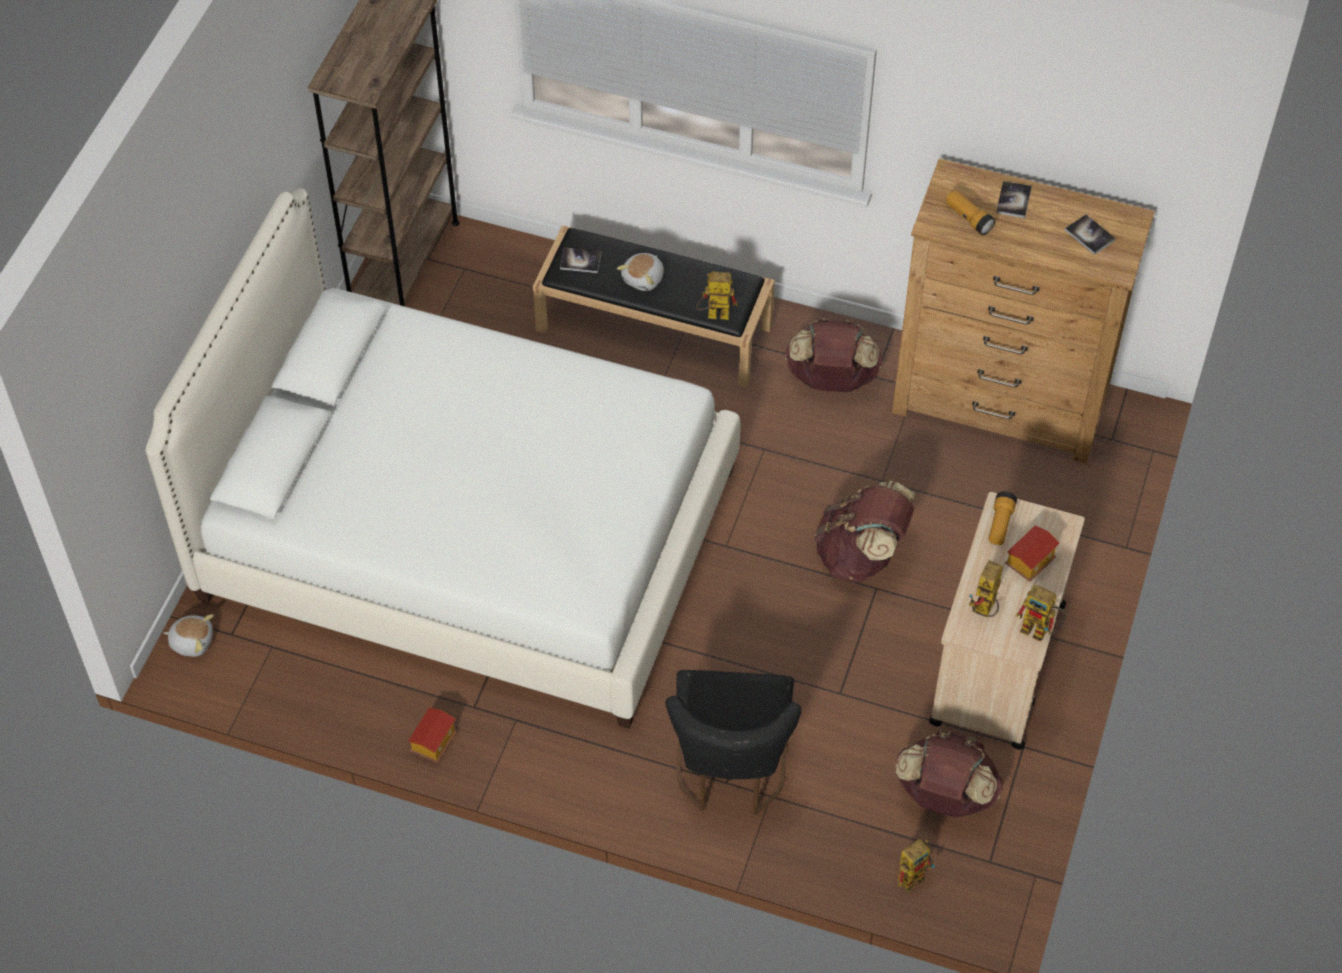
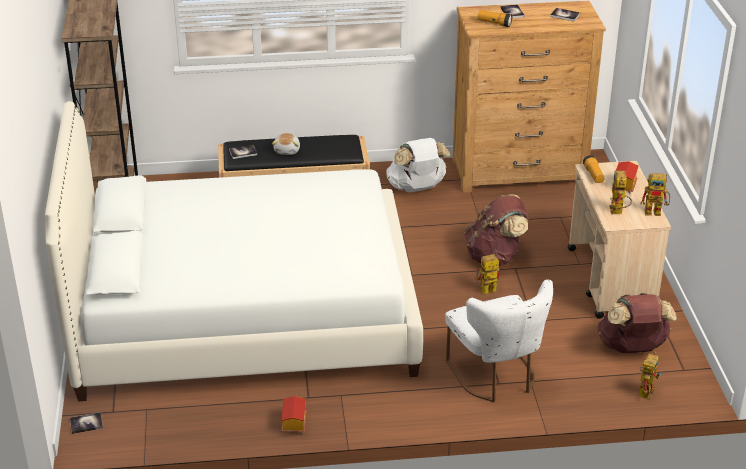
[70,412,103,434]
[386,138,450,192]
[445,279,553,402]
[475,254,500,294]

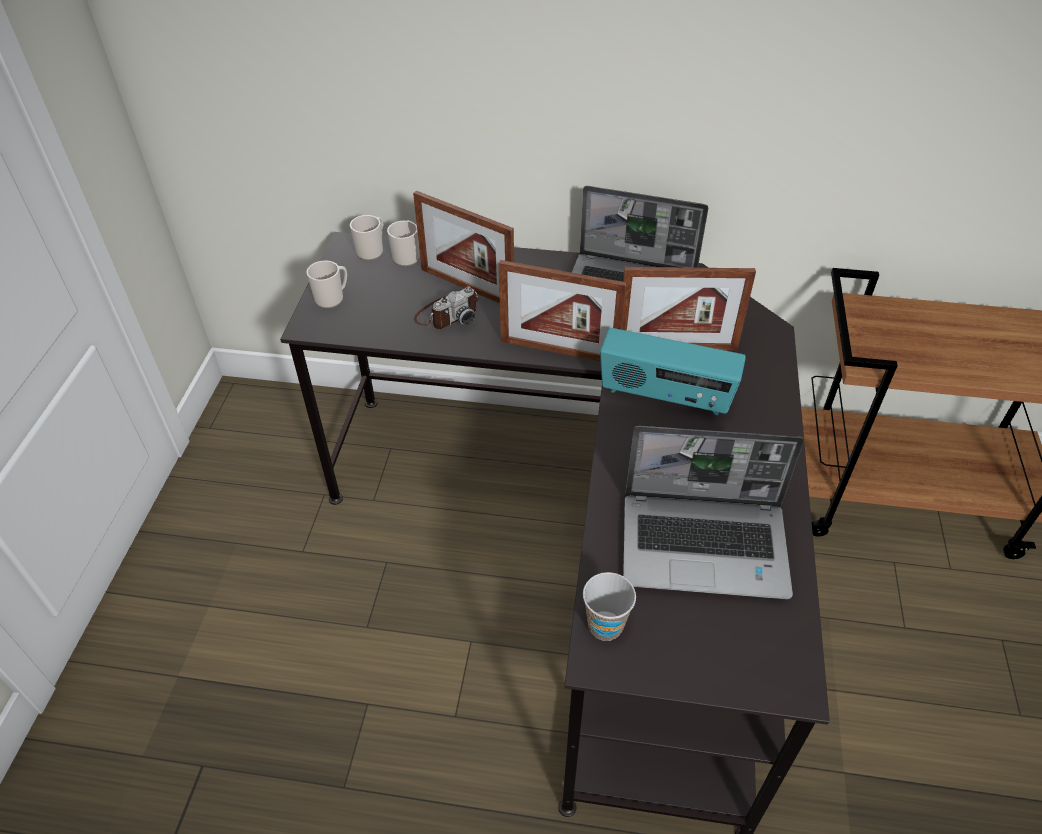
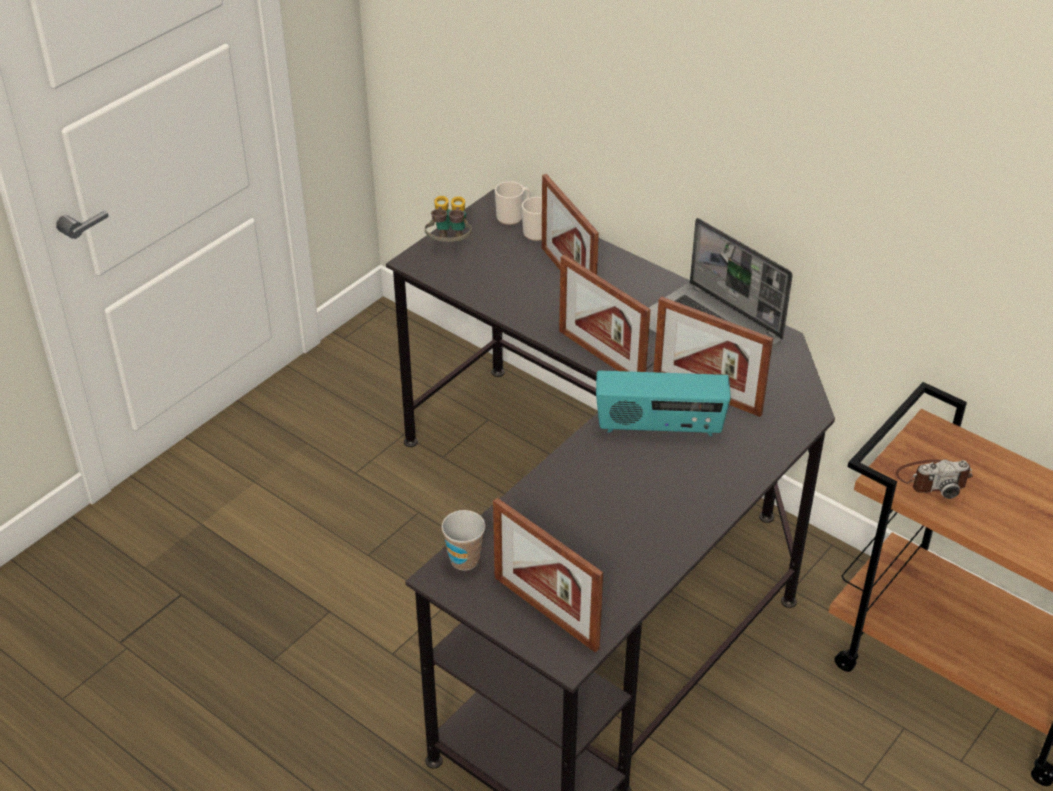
[425,196,472,242]
[493,498,603,653]
[596,371,731,436]
[896,459,973,499]
[623,426,804,599] (first image)

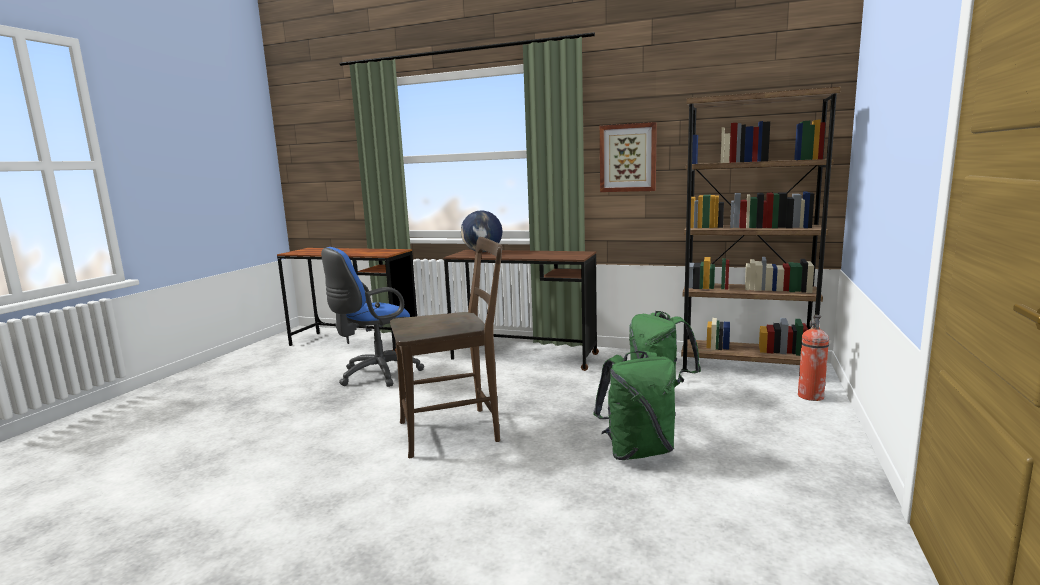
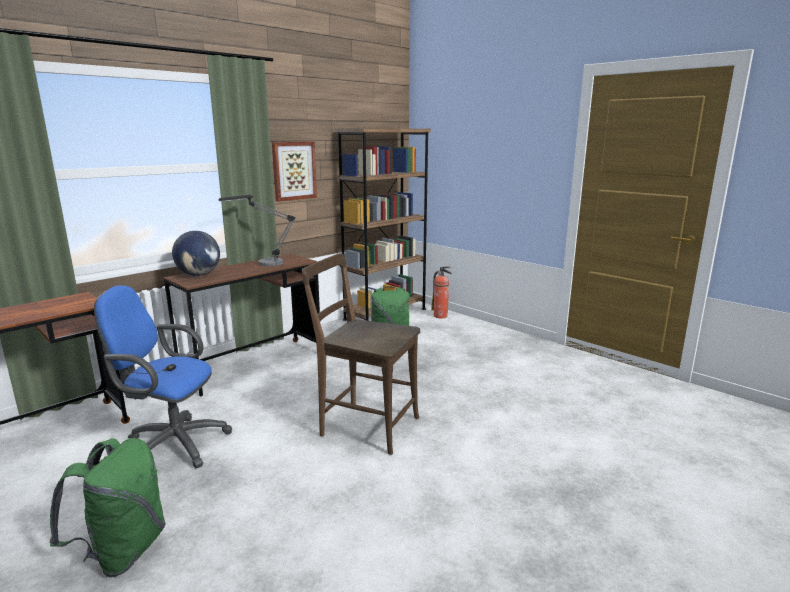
[49,438,166,577]
[94,285,232,468]
[219,195,296,266]
[302,253,420,455]

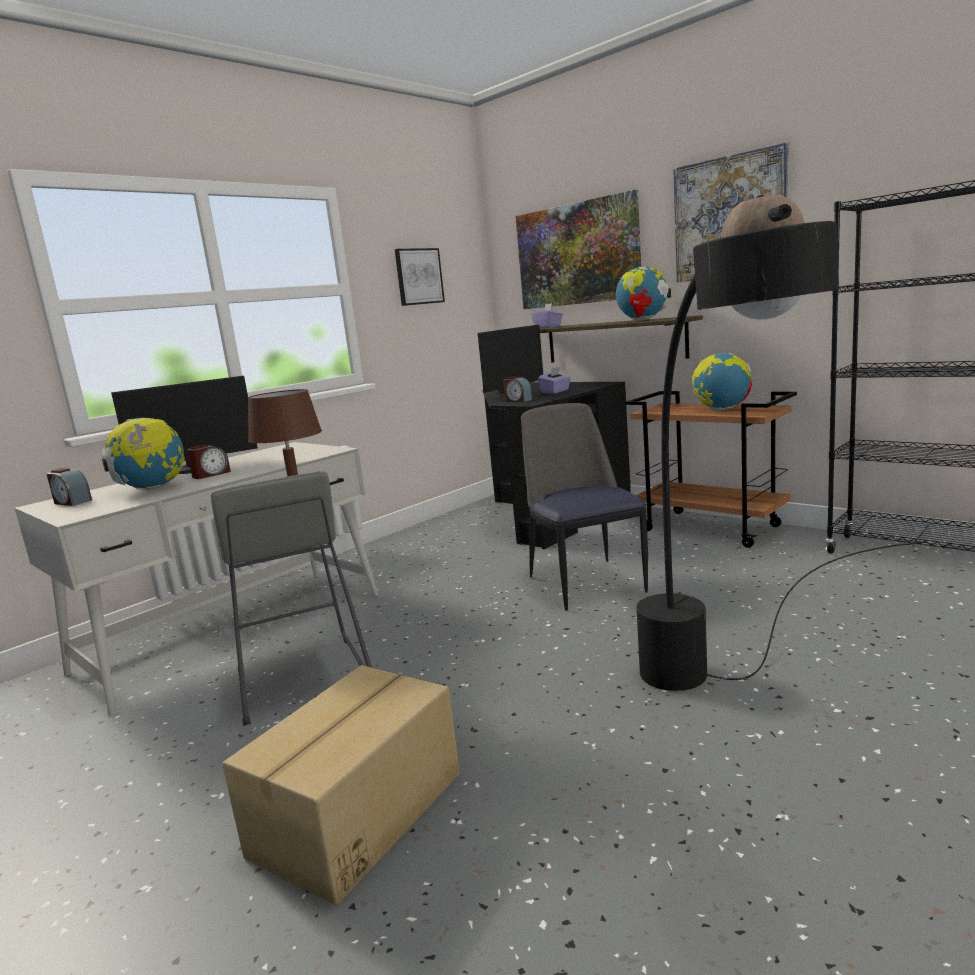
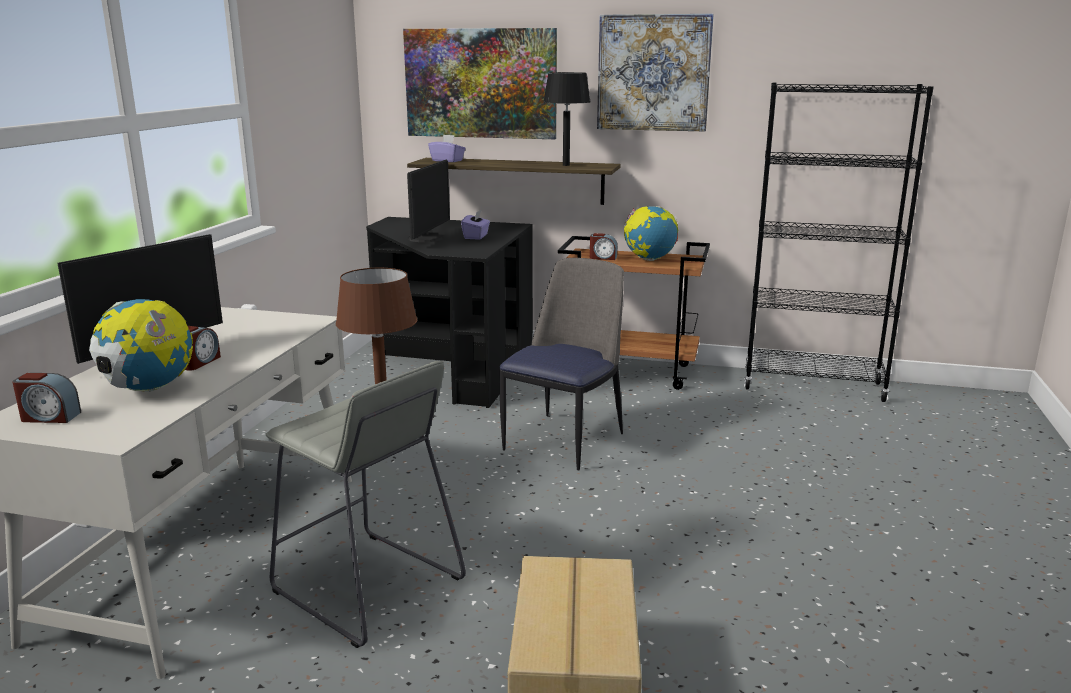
[499,258,624,470]
[543,72,591,166]
[590,233,617,260]
[395,248,445,306] (first image)
[636,195,928,691] (first image)

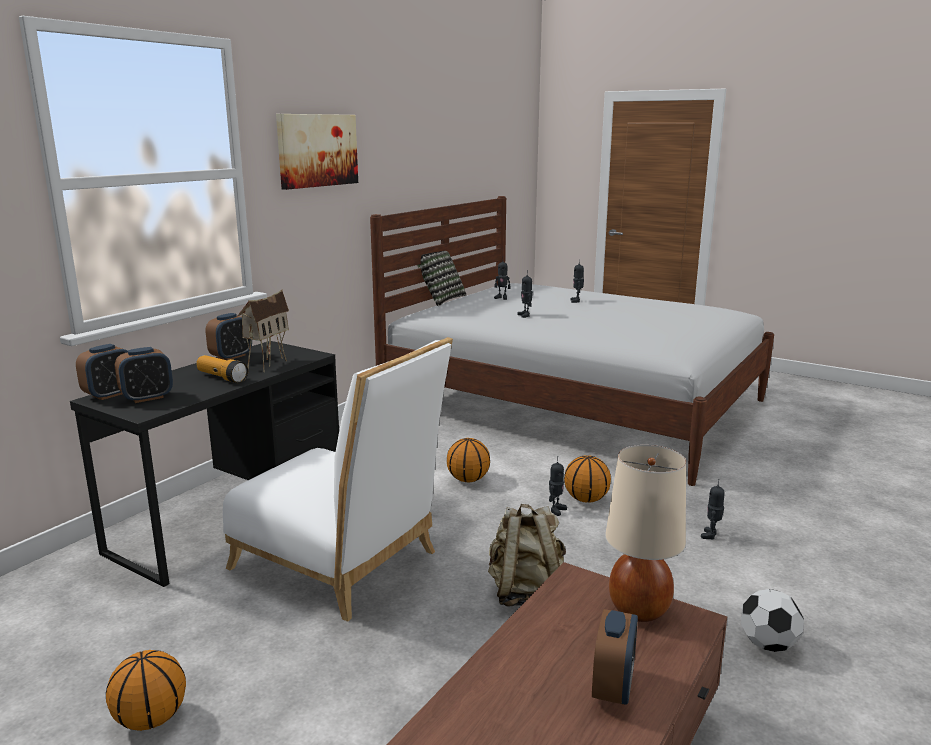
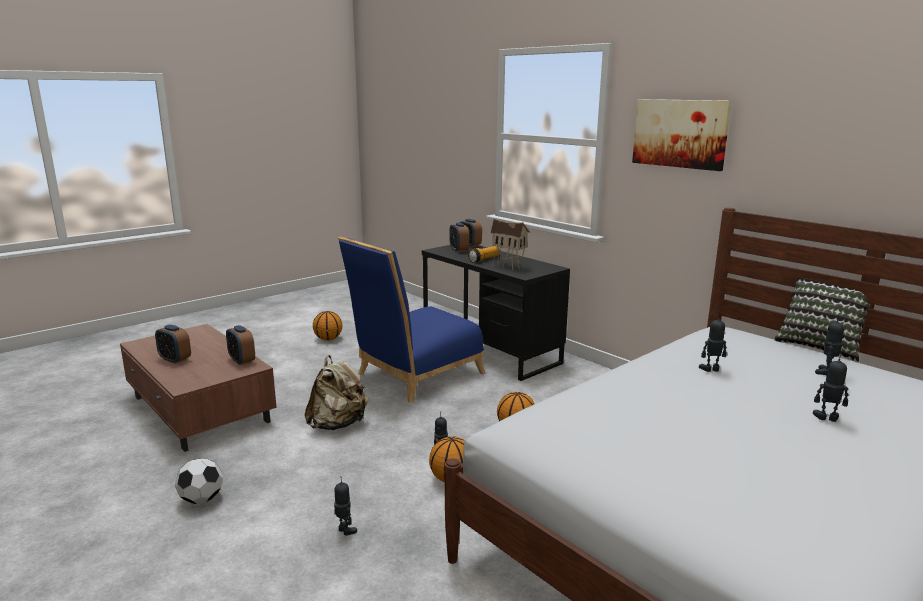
[226,325,255,365]
[338,236,485,403]
[605,445,686,622] (first image)

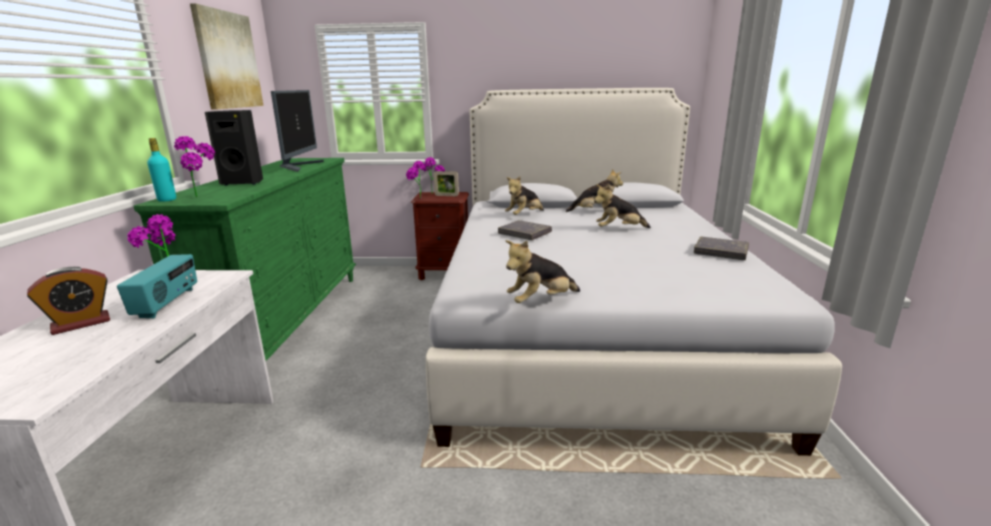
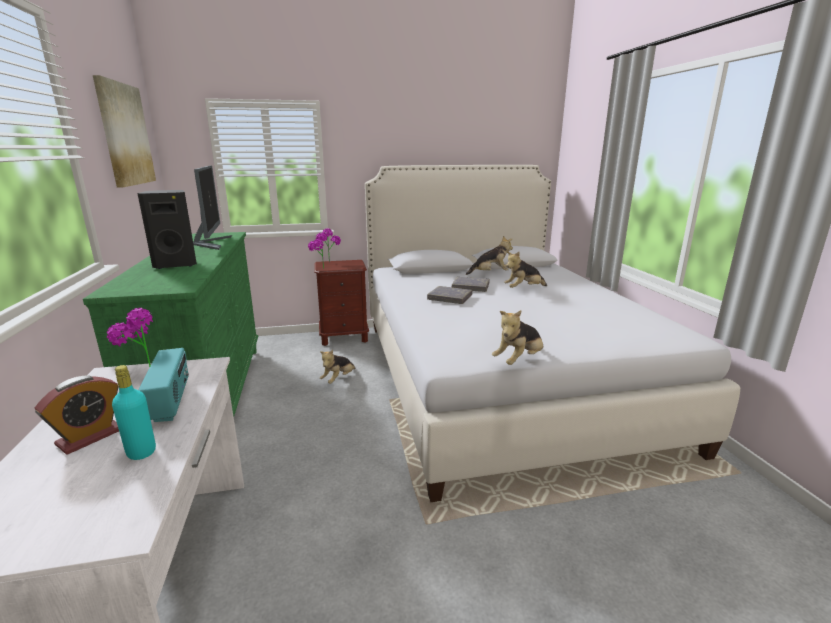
[112,365,156,460]
[320,350,356,384]
[452,277,490,292]
[174,136,215,197] (first image)
[434,171,459,196] (first image)

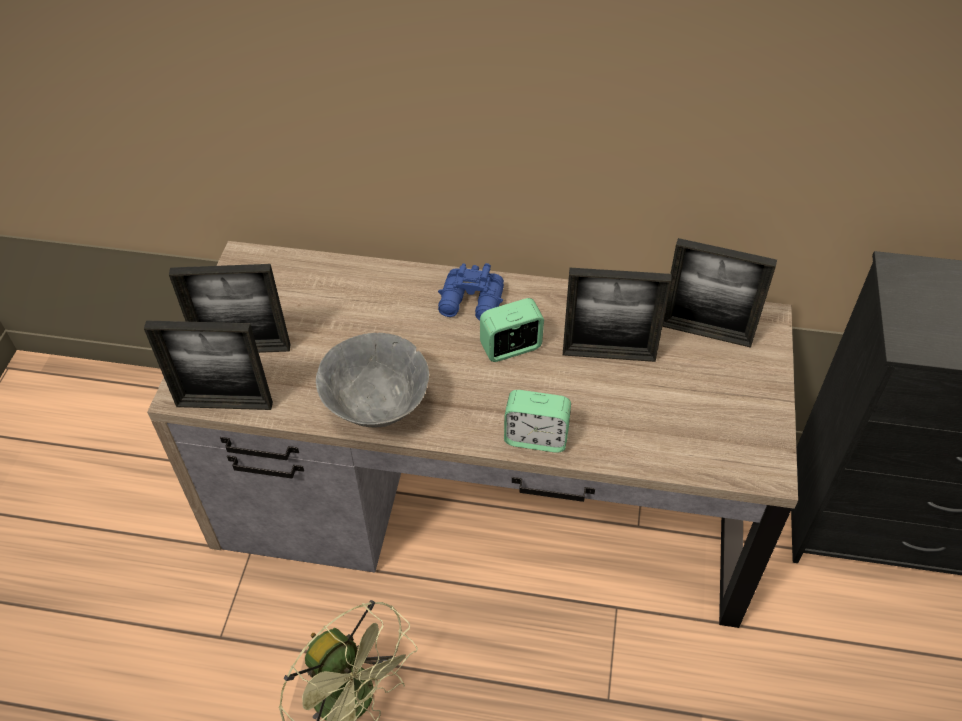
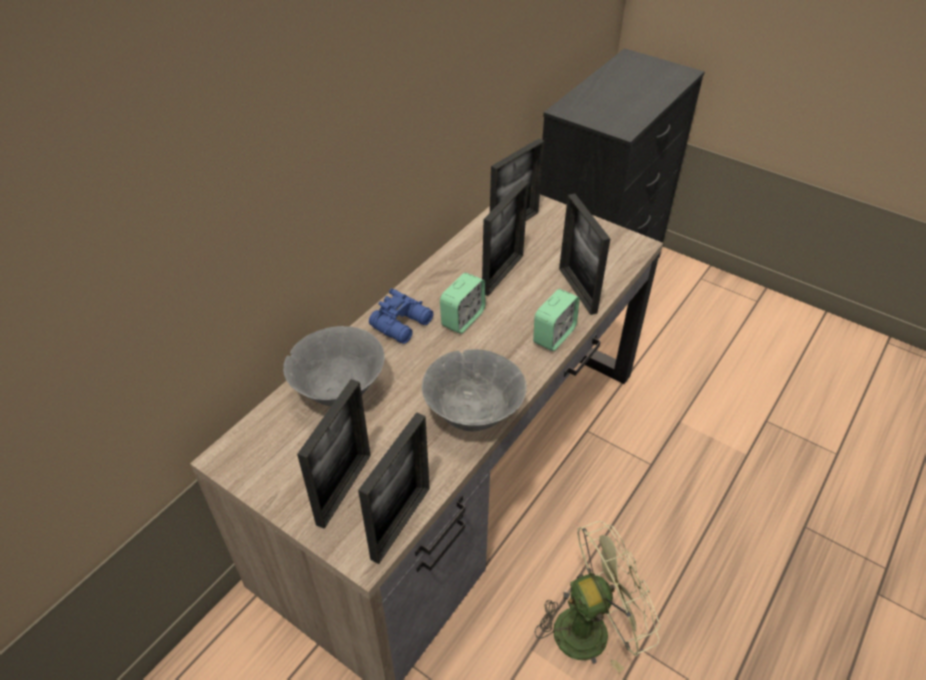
[283,326,385,406]
[440,273,485,334]
[559,193,610,315]

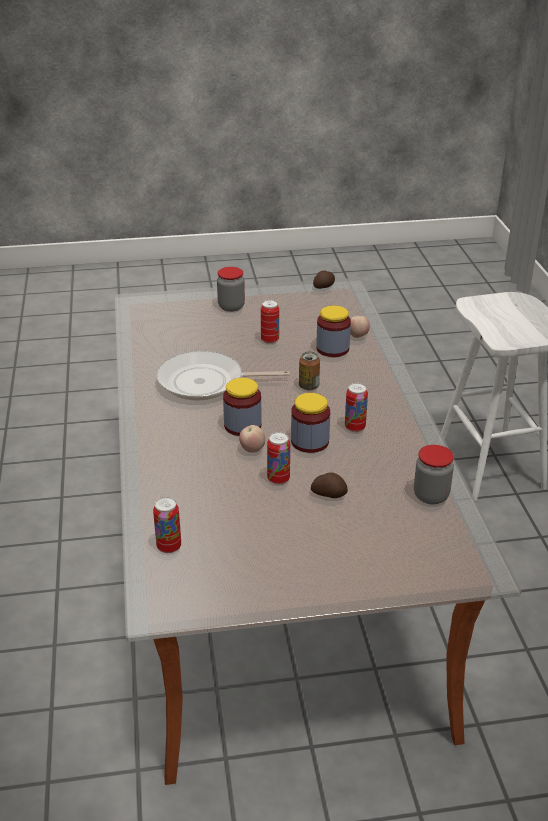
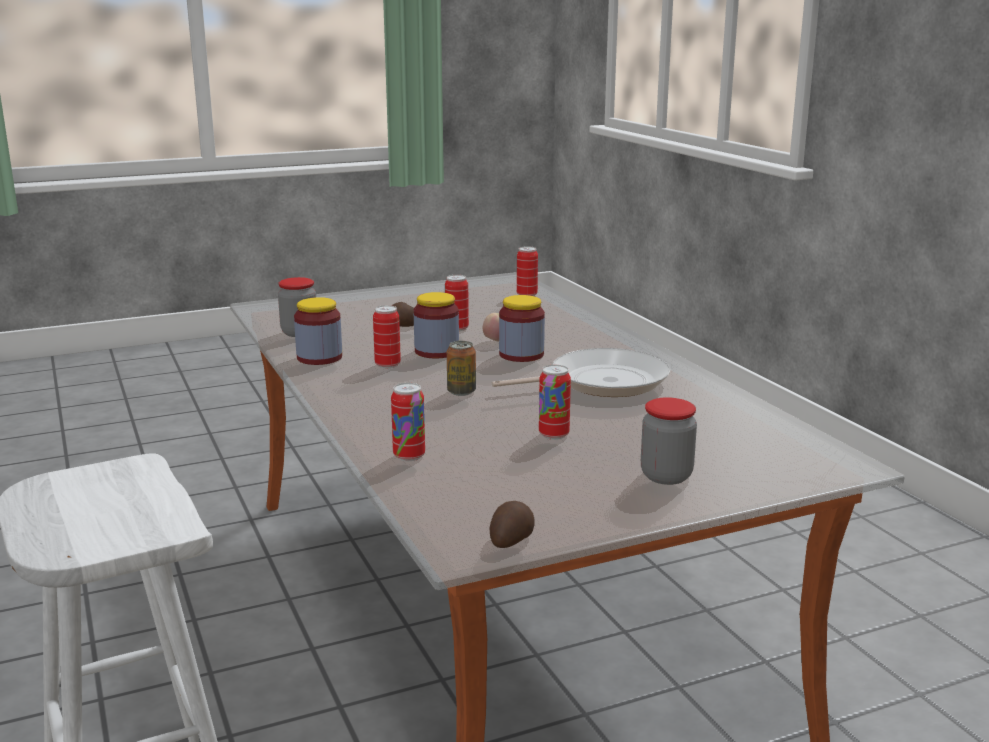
[294,297,342,365]
[391,383,425,461]

